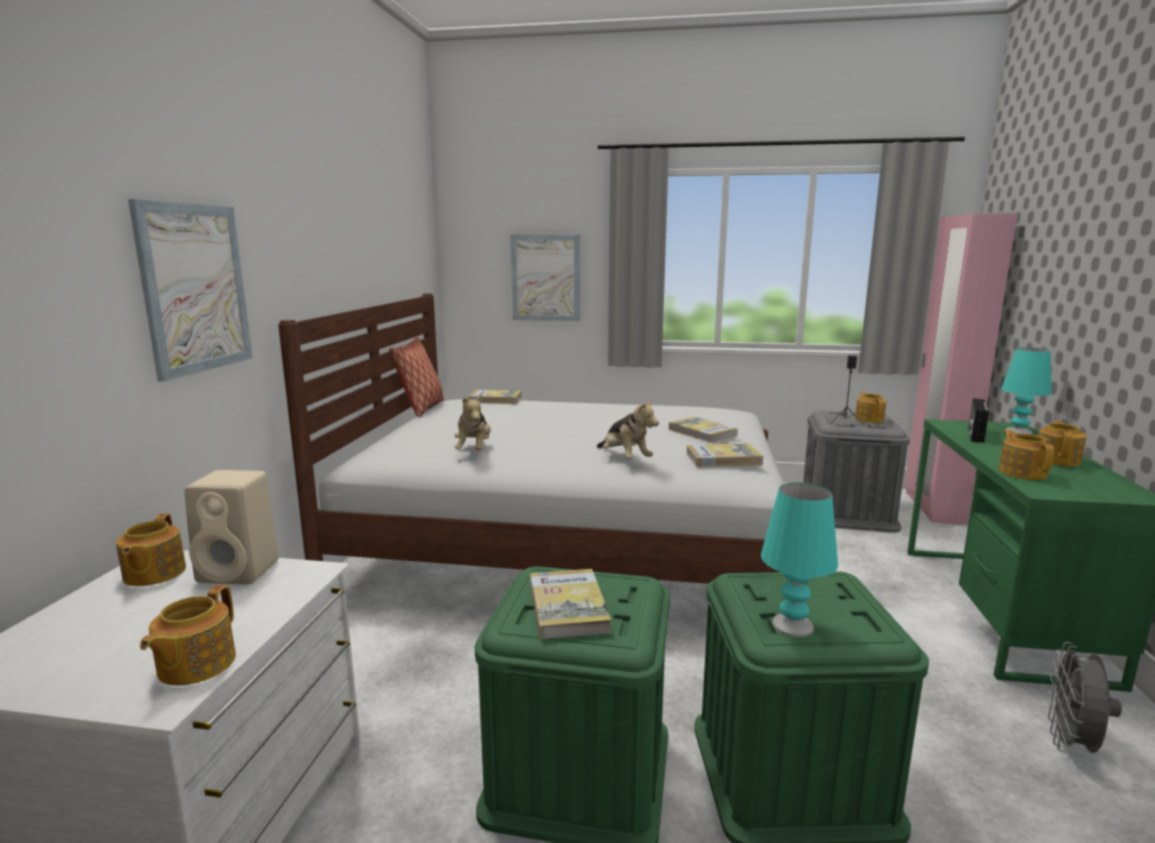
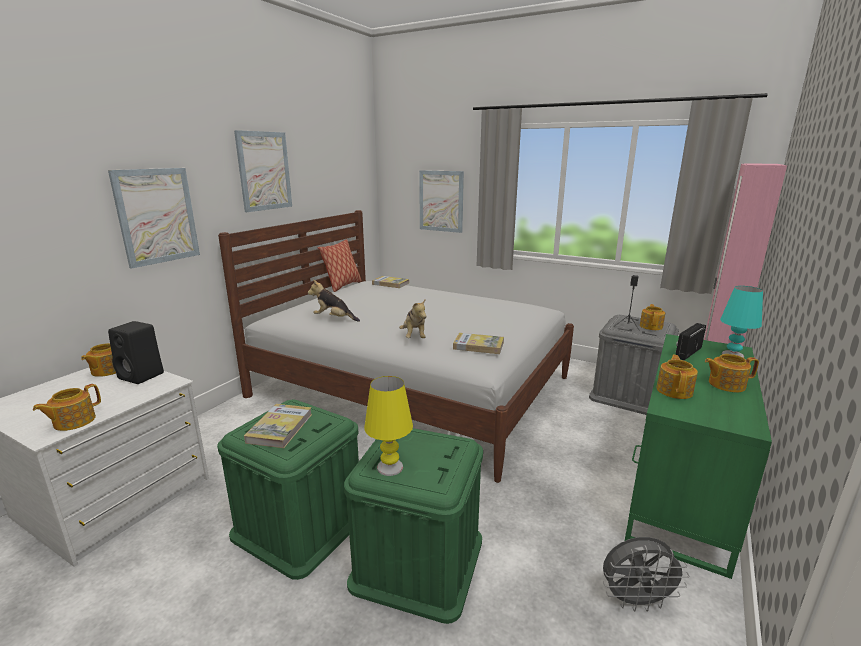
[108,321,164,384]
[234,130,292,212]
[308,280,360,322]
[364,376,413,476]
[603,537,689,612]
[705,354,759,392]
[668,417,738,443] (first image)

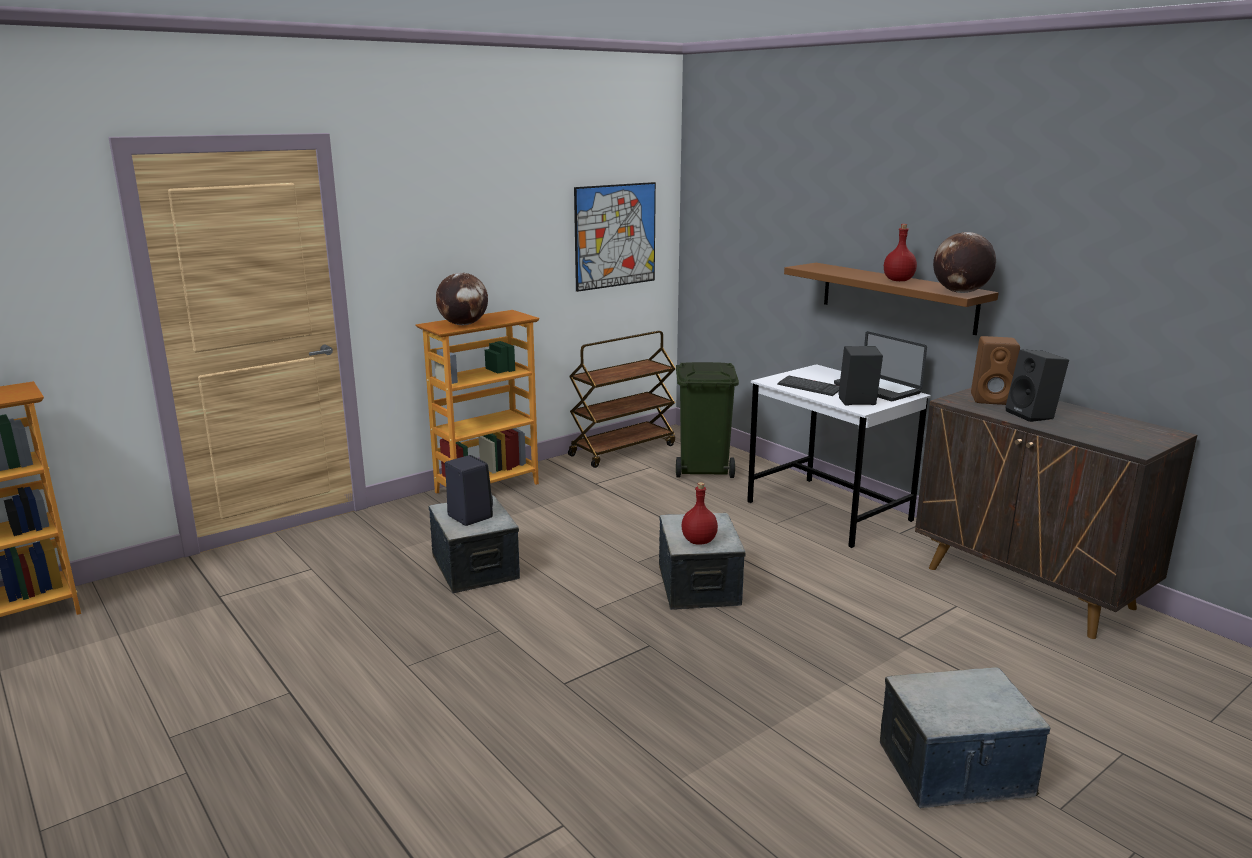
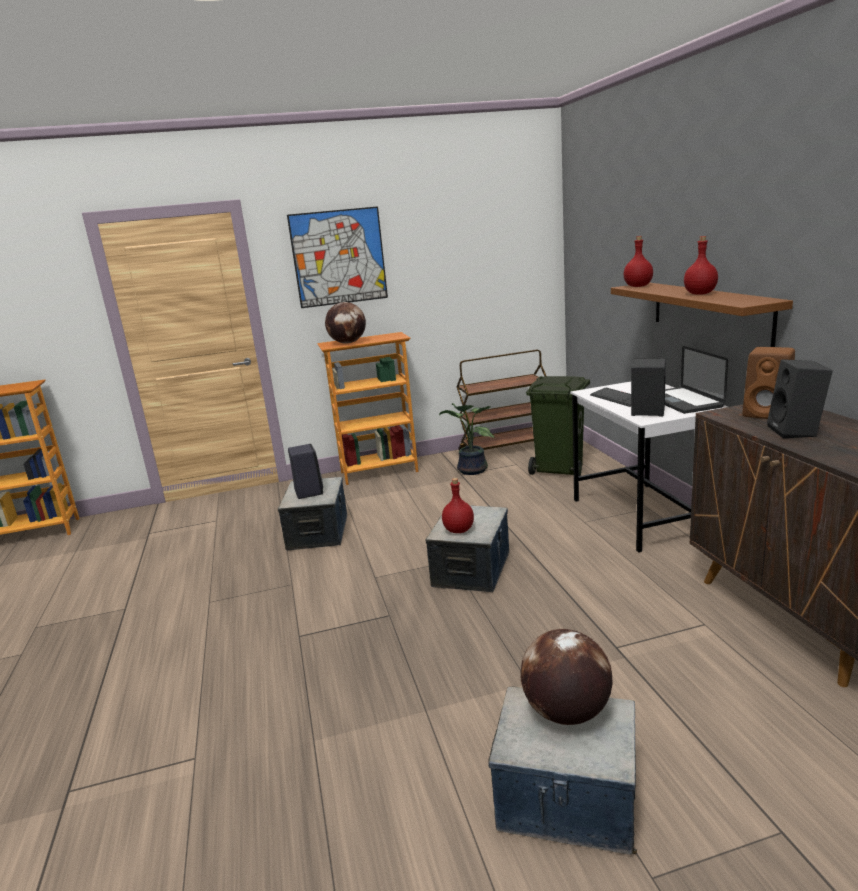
[287,206,388,308]
[439,403,494,475]
[521,629,612,725]
[624,236,653,287]

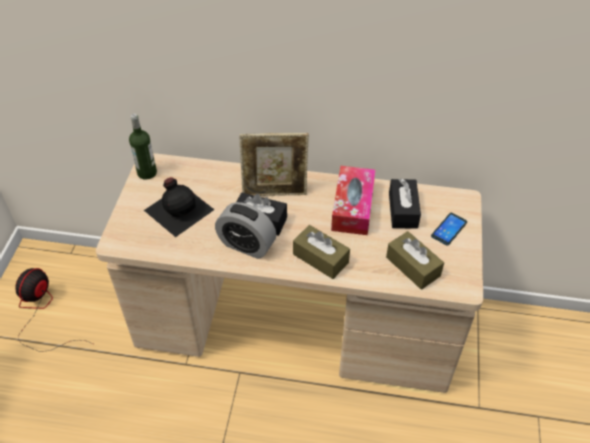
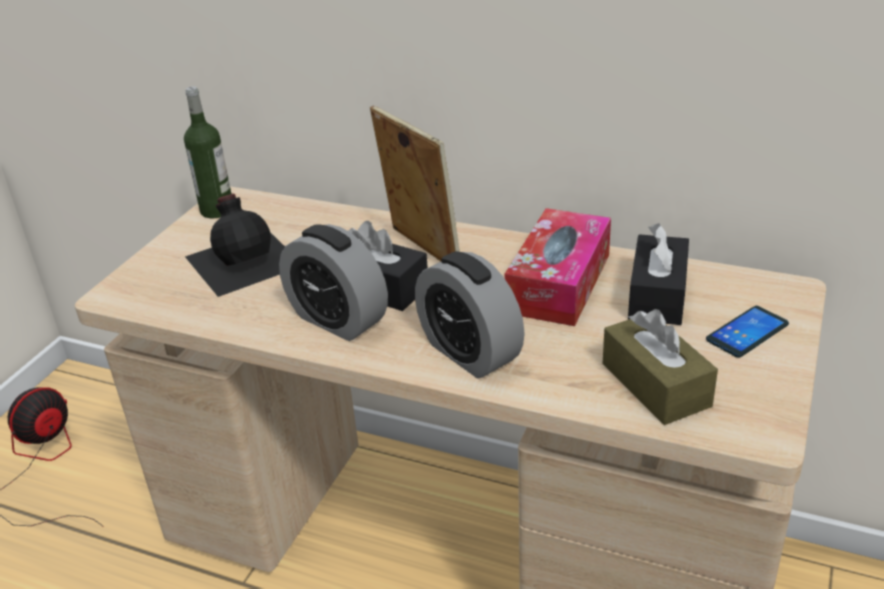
[370,105,460,261]
[415,251,525,378]

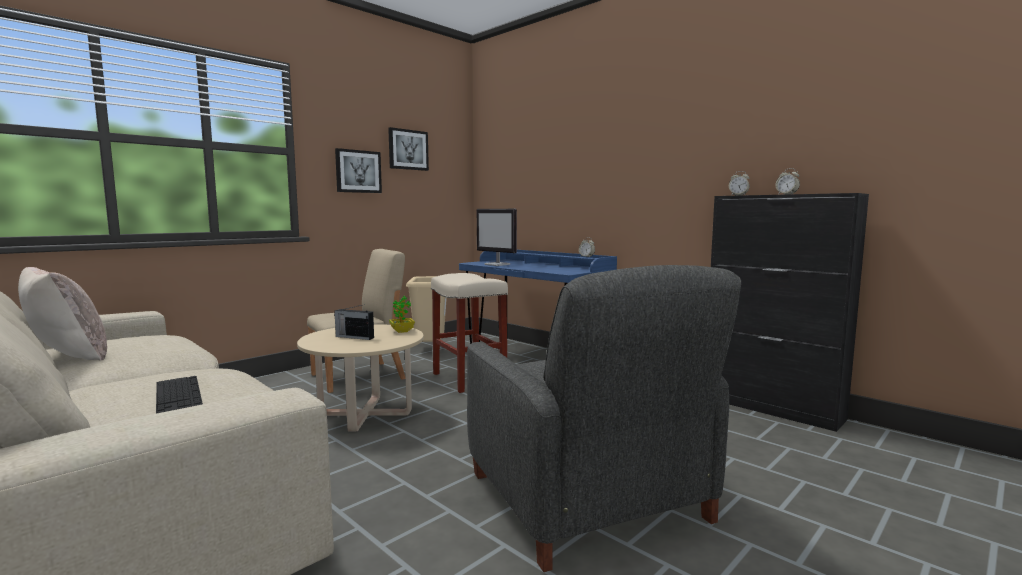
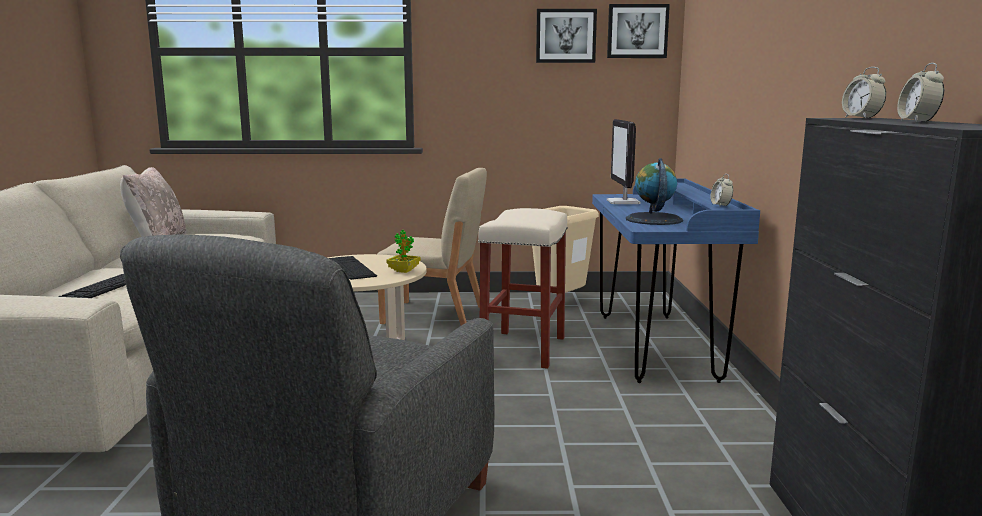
[329,256,377,280]
[607,4,670,58]
[626,158,683,225]

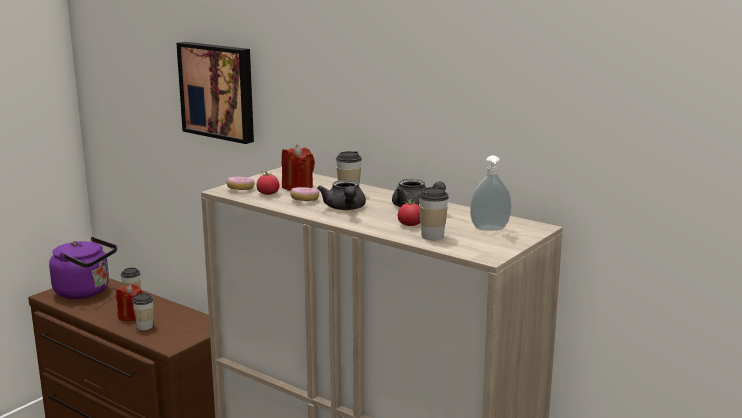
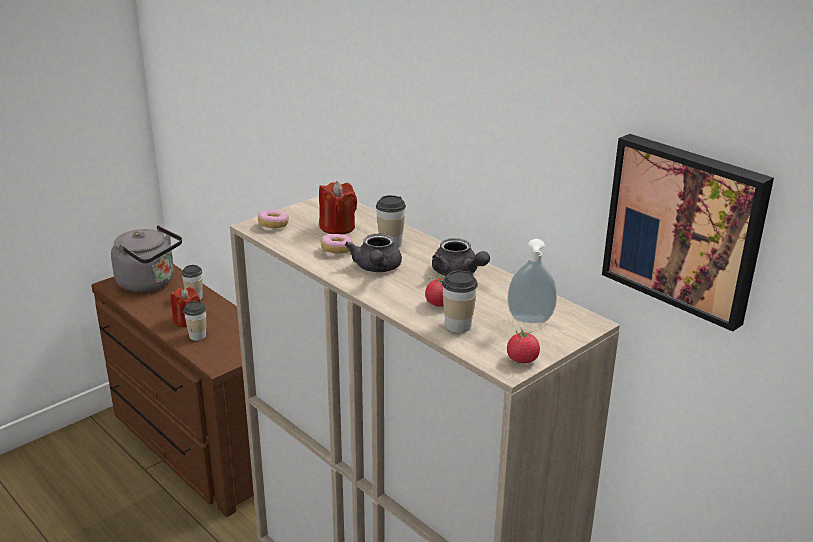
[111,225,182,292]
[507,327,540,363]
[602,134,774,332]

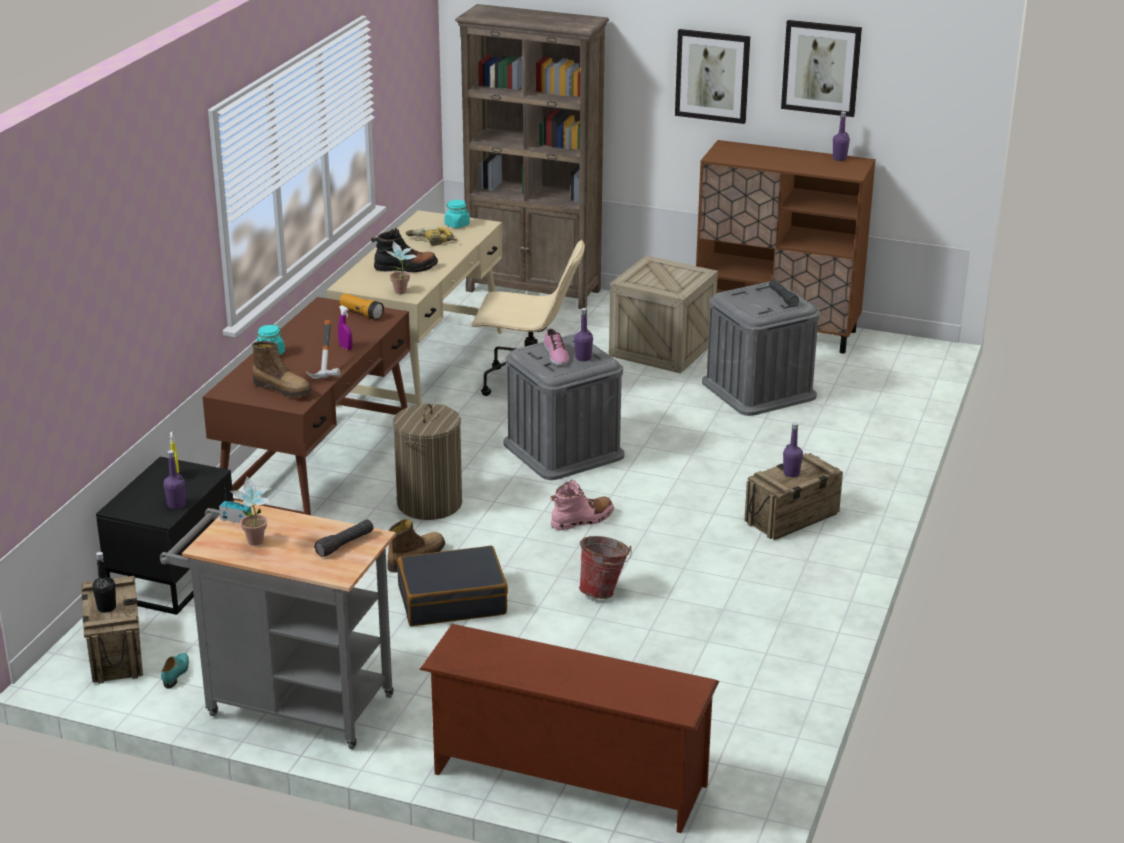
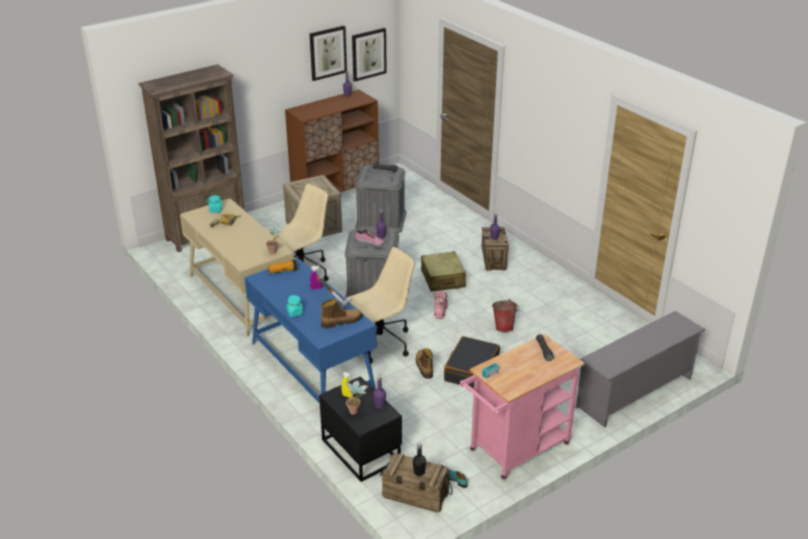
[244,258,377,404]
[345,247,415,363]
[345,381,369,415]
[352,28,387,81]
[421,251,466,292]
[460,334,584,480]
[576,311,705,428]
[371,227,438,272] (first image)

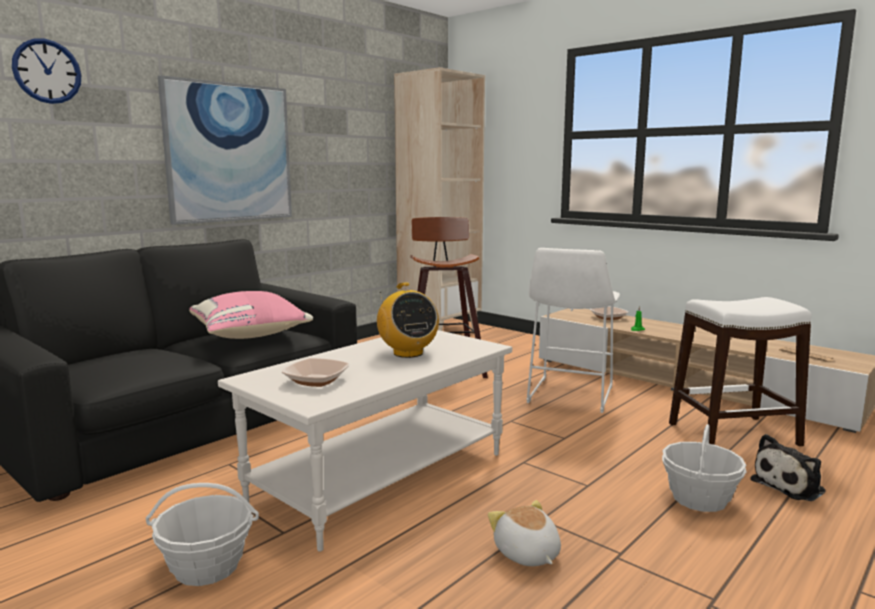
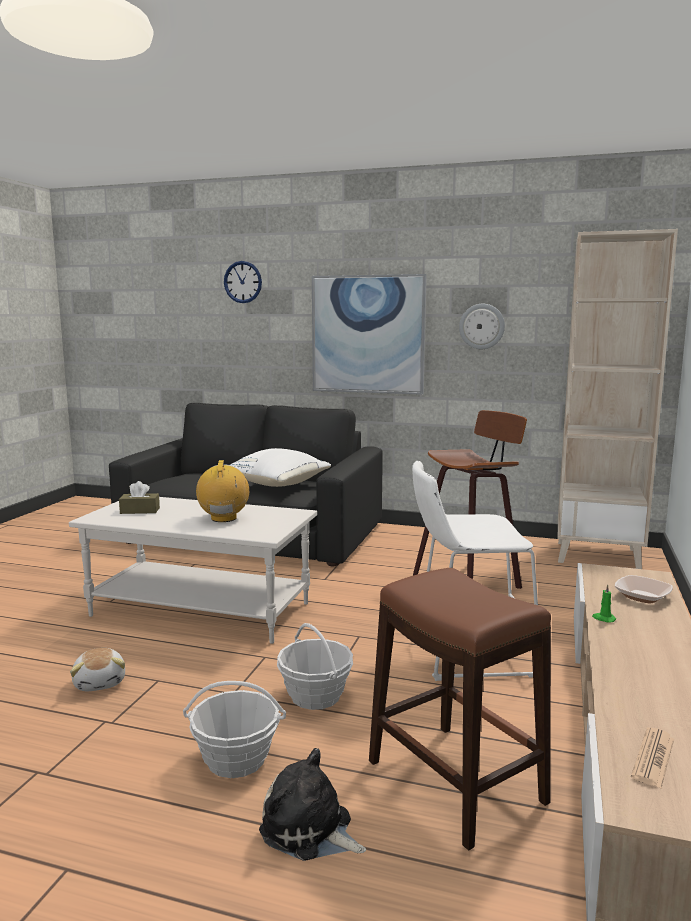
[70,648,125,691]
[119,481,160,514]
[196,460,249,522]
[230,448,331,487]
[277,623,353,710]
[369,568,551,851]
[459,304,505,349]

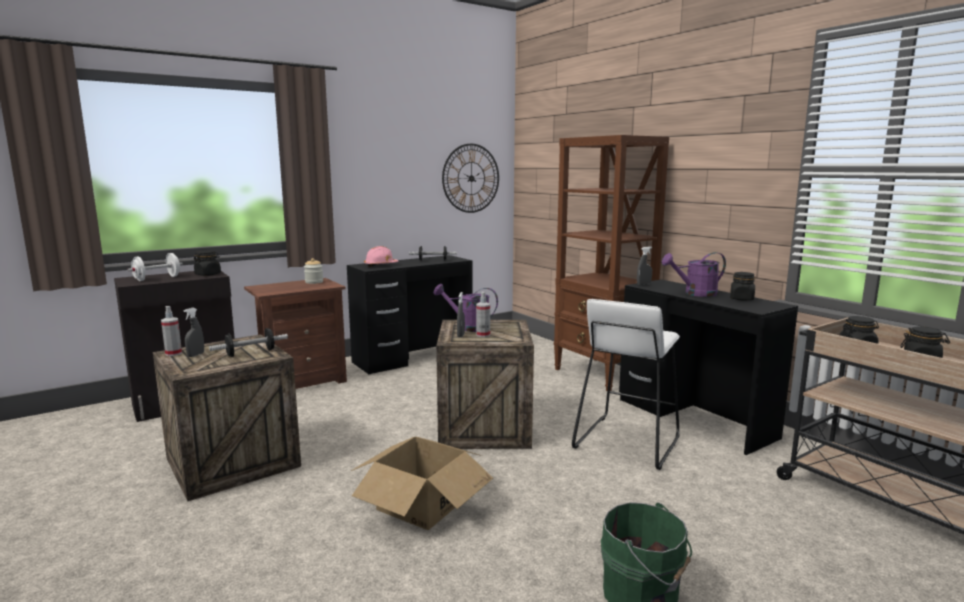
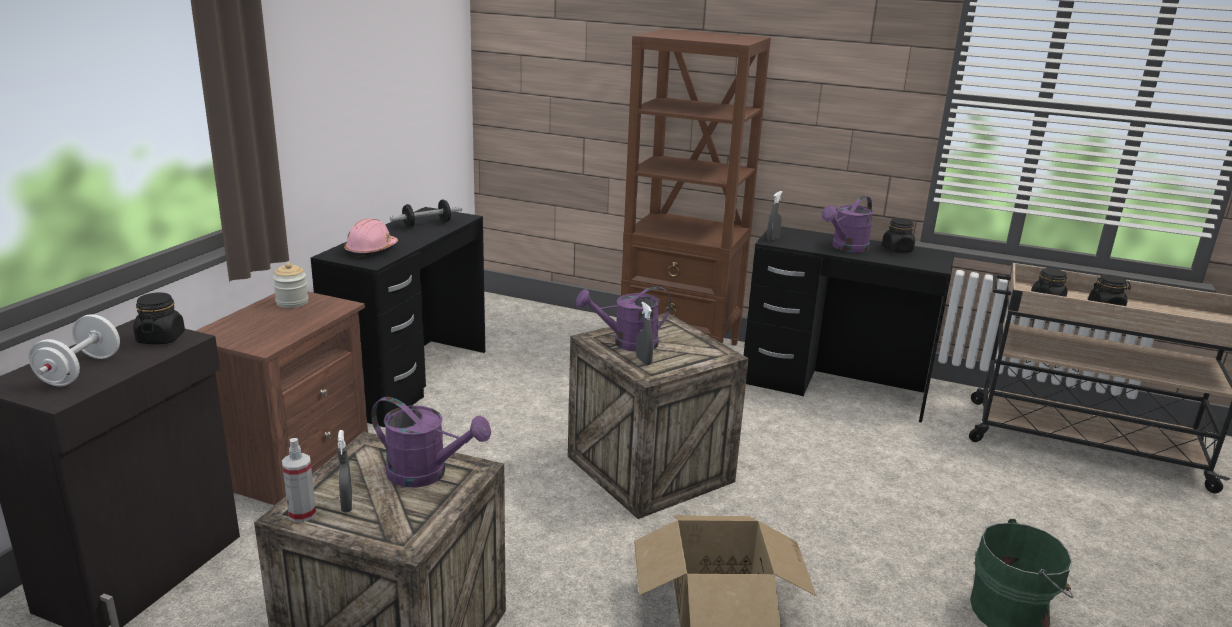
[371,397,491,487]
[442,144,499,213] (first image)
[476,292,490,337] (first image)
[572,299,680,470] (first image)

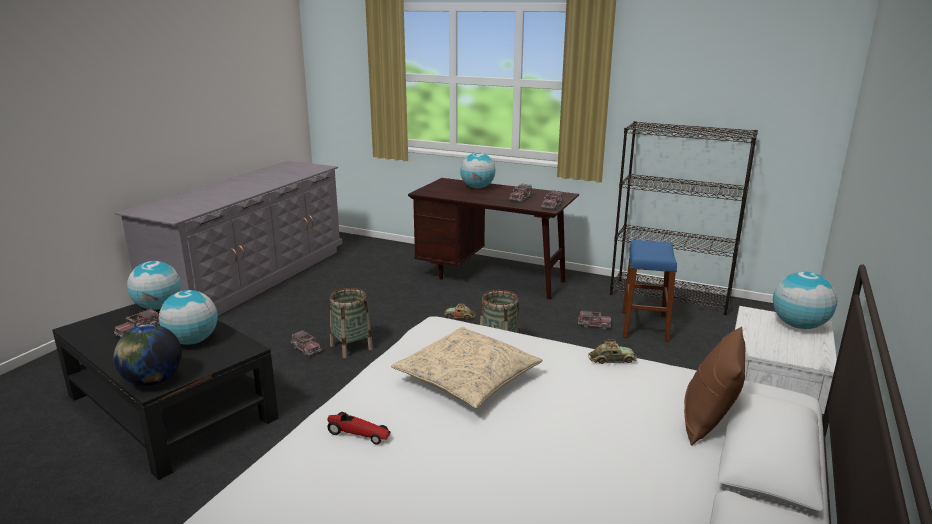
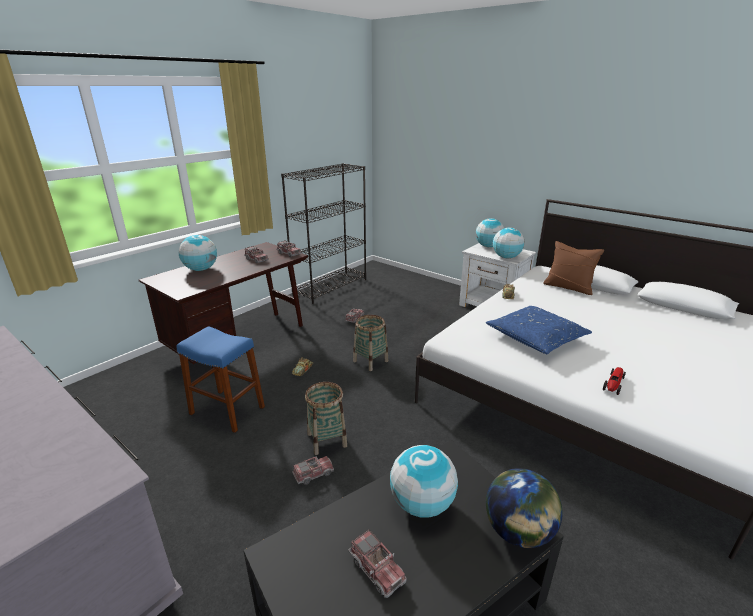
[177,326,265,433]
[486,306,592,354]
[493,228,524,258]

